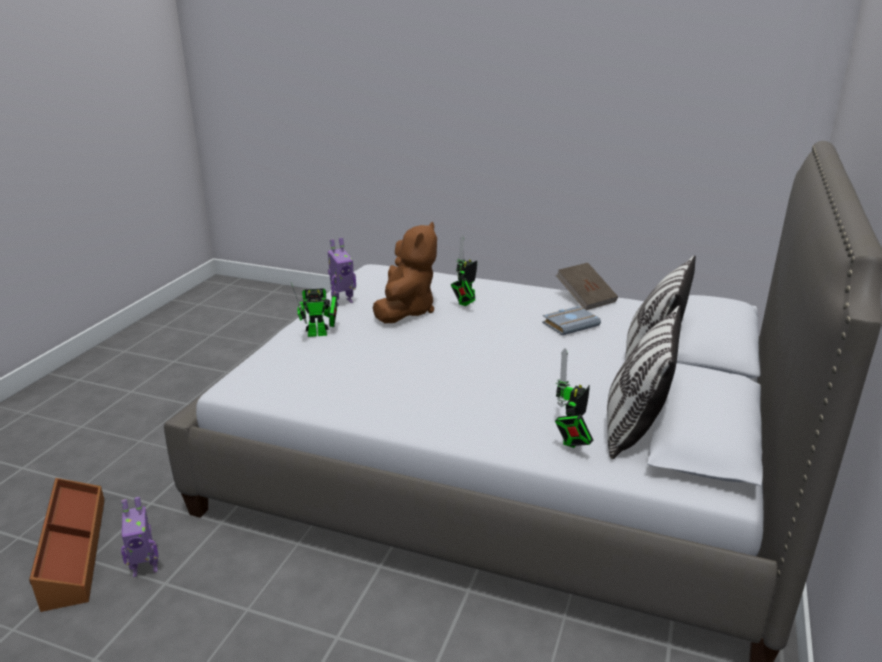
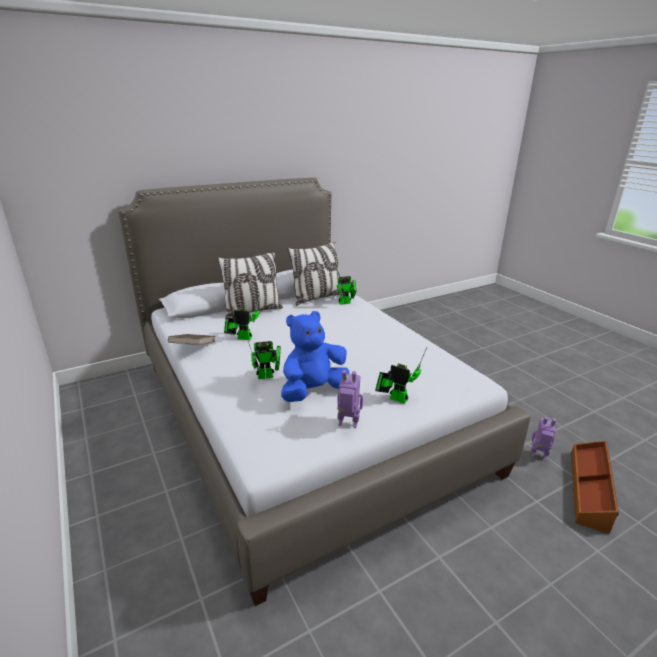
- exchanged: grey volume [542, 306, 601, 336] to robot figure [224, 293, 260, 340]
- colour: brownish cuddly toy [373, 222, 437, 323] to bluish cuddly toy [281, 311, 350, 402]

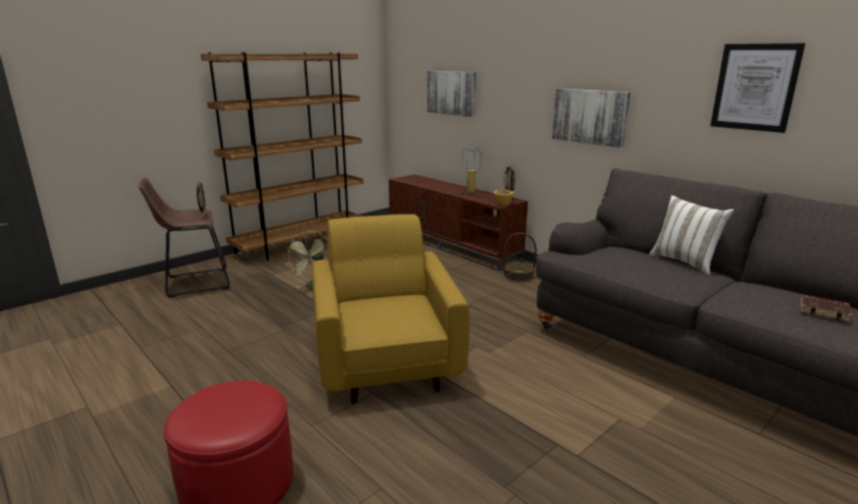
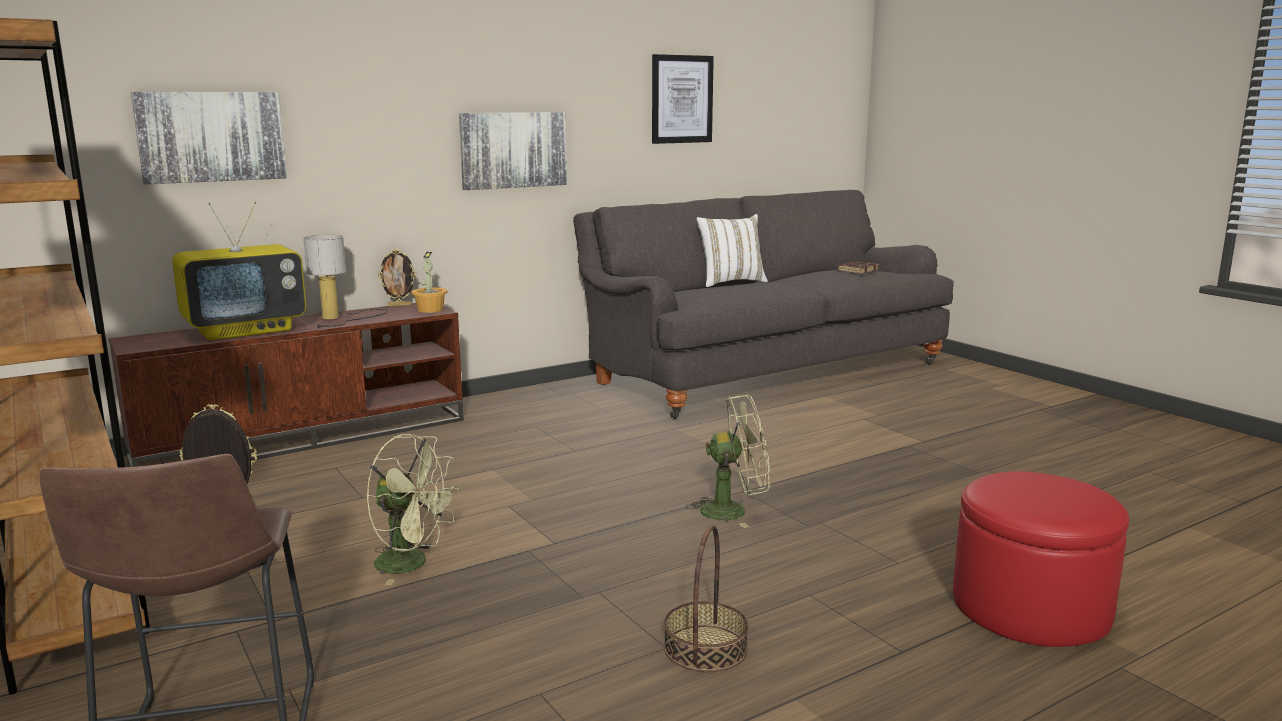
- appeared: television [172, 202, 306, 340]
- relocated: basket [504, 233, 537, 282] to [664, 525, 748, 672]
- exchanged: yellow armchair [312, 214, 470, 404] to green-coloured cooling fan [686, 395, 770, 528]

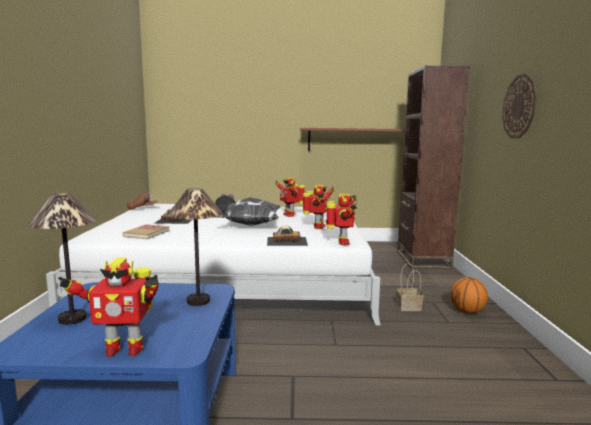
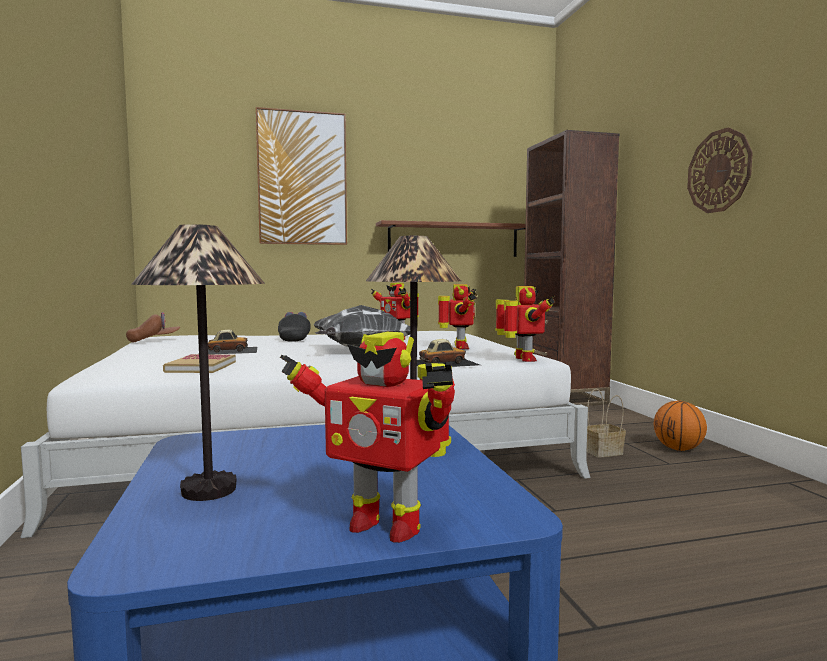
- appeared: picture [256, 107, 347, 245]
- spun: robot figure [58, 258, 159, 357] = [280, 332, 455, 543] 45 degrees clockwise

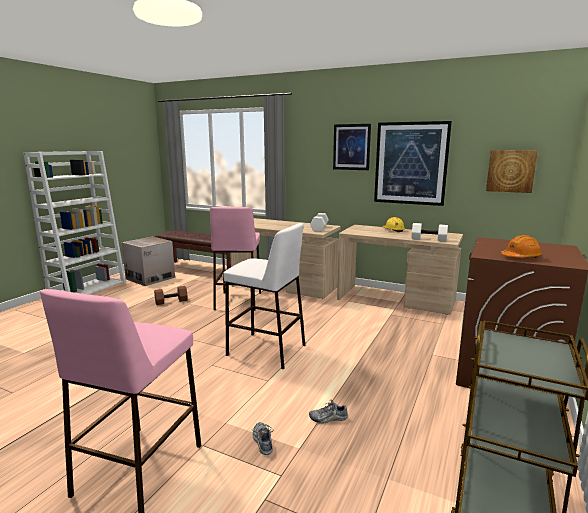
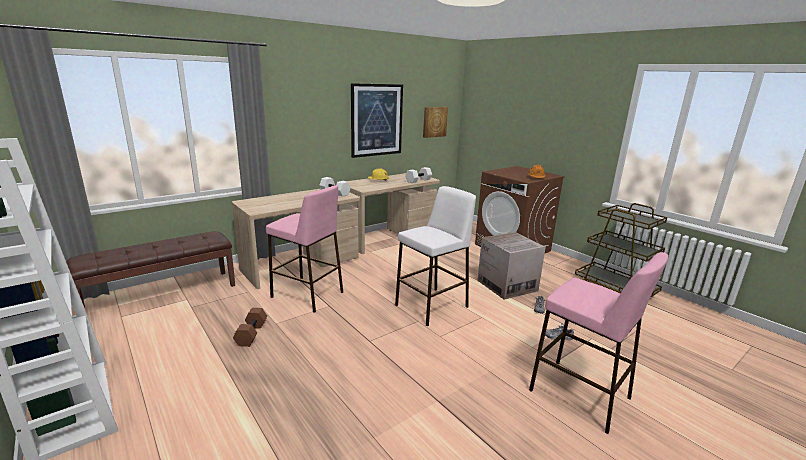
- missing: picture [333, 124, 371, 170]
- relocated: cardboard box [122, 237, 175, 286] to [477, 232, 546, 300]

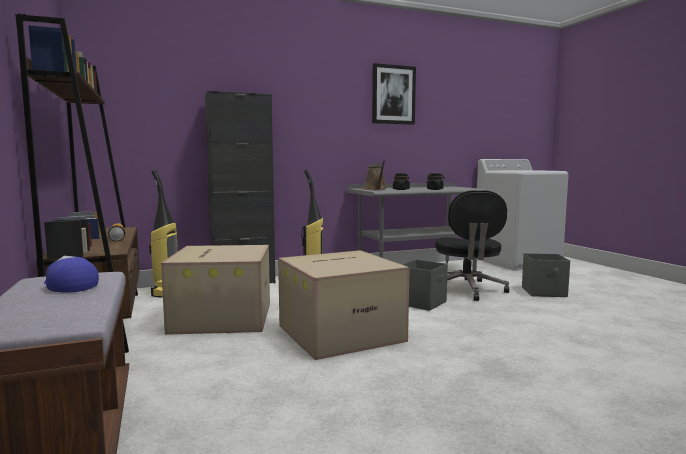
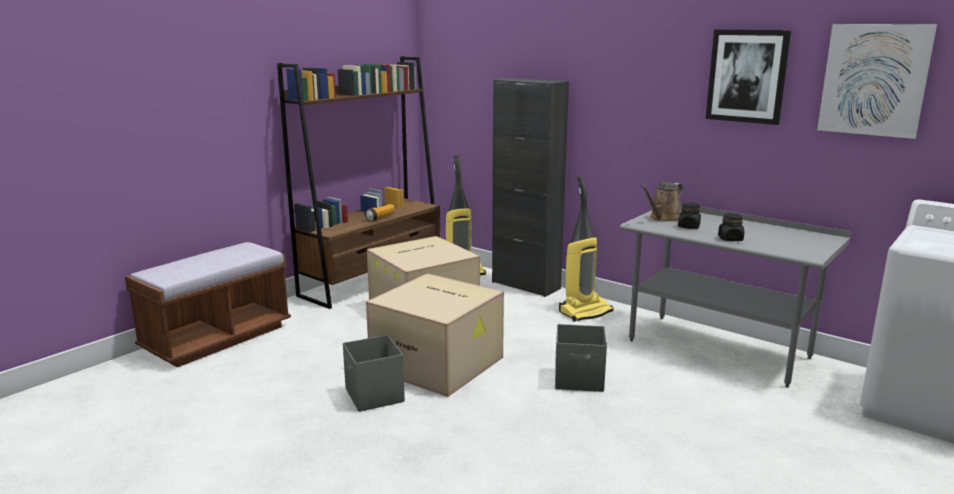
- missing: peaked cap [44, 256, 99, 293]
- missing: black computer chair [435, 190, 509, 301]
- appeared: picture [817, 24, 937, 139]
- relocated: grey storage box [522, 253, 570, 297] to [343, 335, 405, 412]

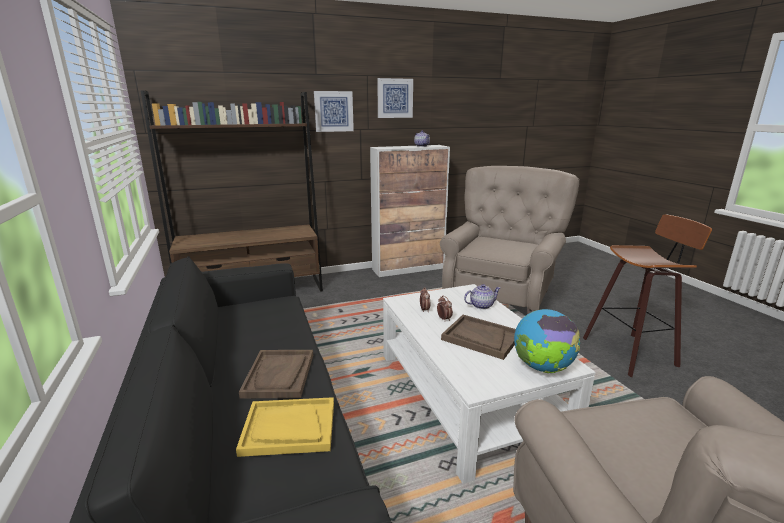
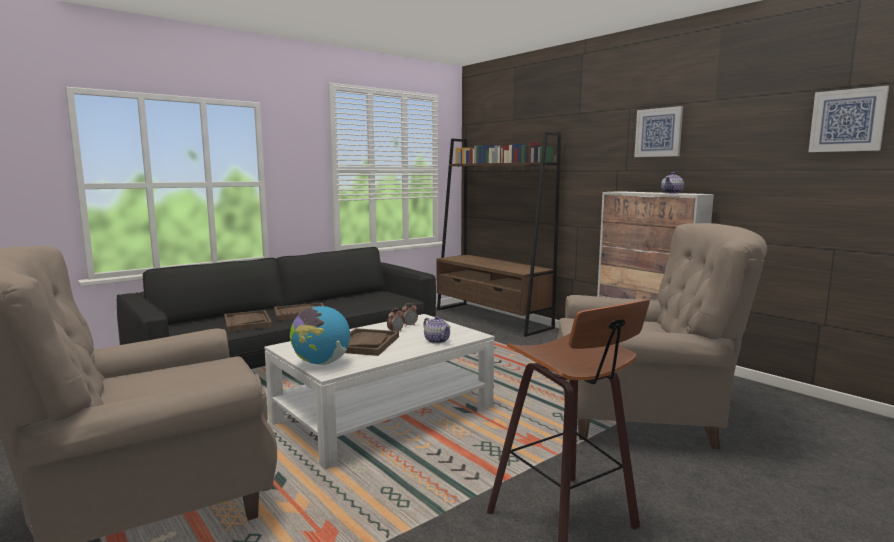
- relocated: picture [314, 91, 354, 132] to [808, 86, 889, 152]
- colour: yellow serving tray [236, 397, 334, 457] to brownish serving tray [224, 310, 272, 332]

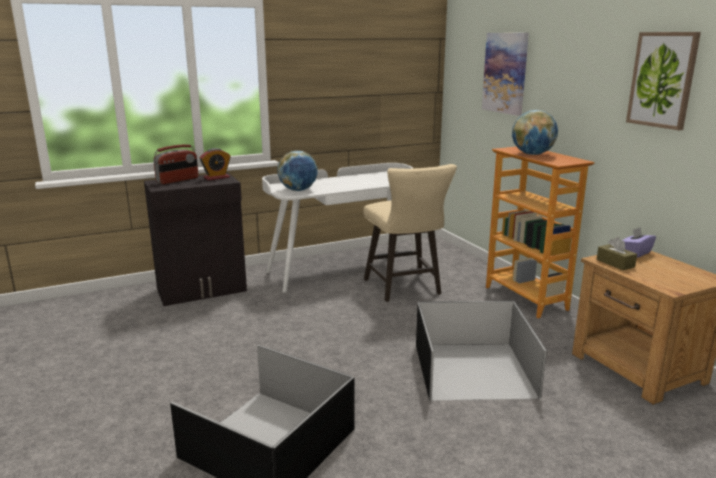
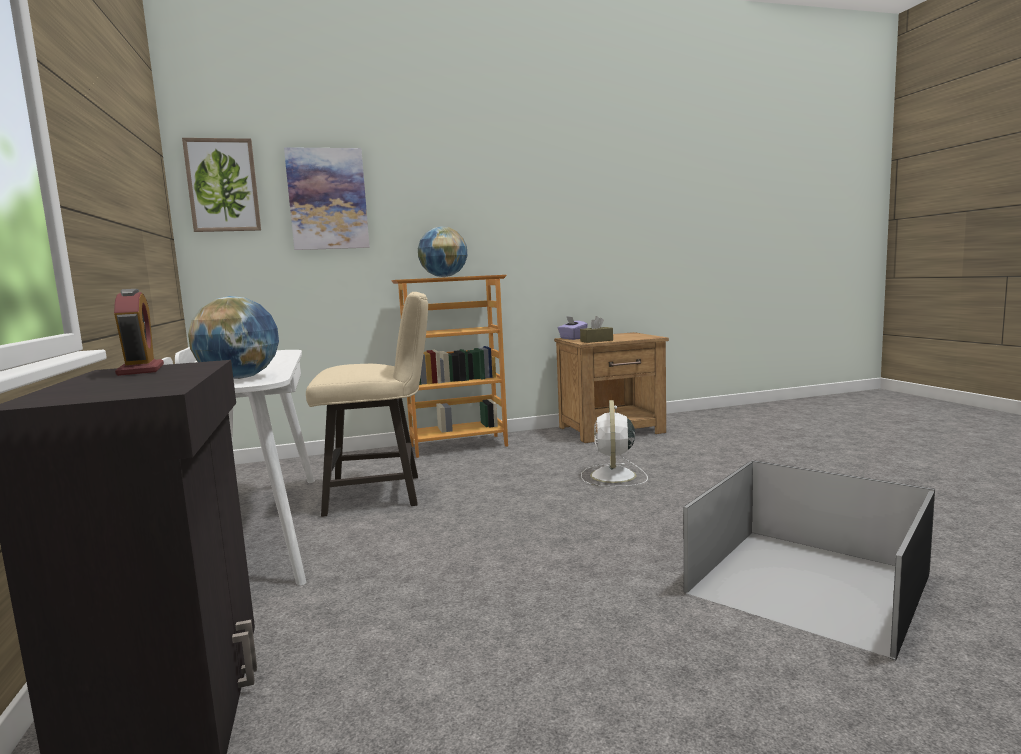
- missing: radio receiver [153, 144, 198, 184]
- relocated: picture [626, 32, 701, 130] to [182, 138, 261, 232]
- exchanged: black storage box [416, 301, 547, 400] to whitish cooling fan [581, 400, 648, 487]

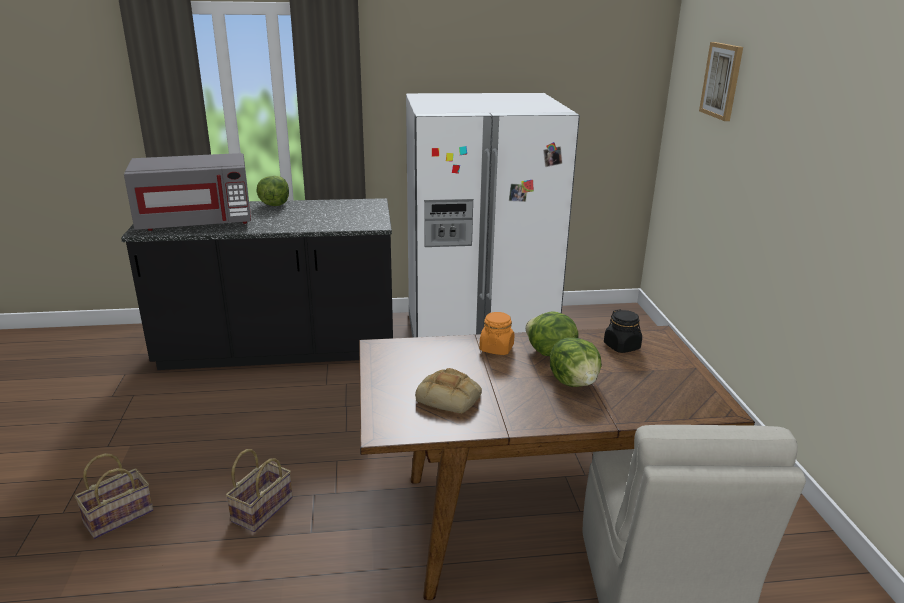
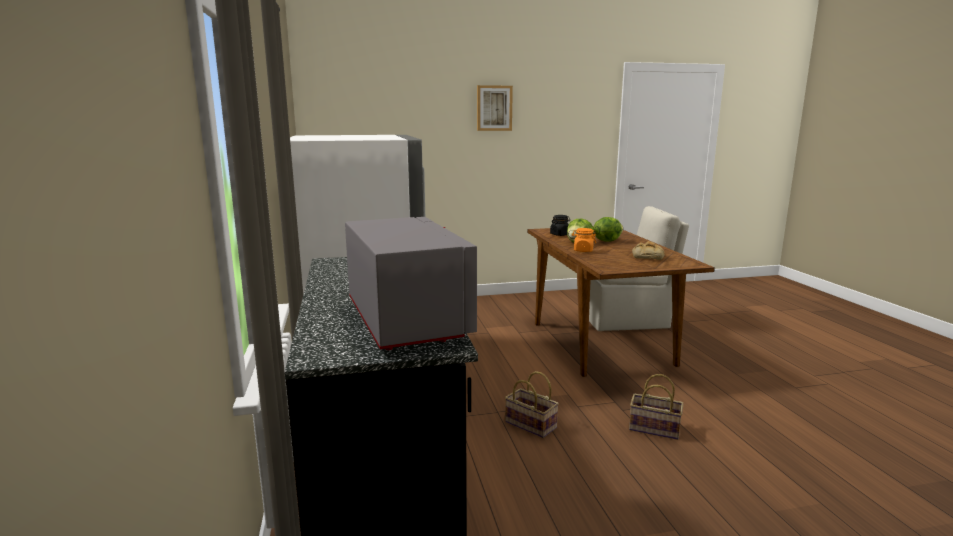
- missing: lettuce head [256, 176, 289, 206]
- relocated: basket [75, 453, 154, 539] to [505, 371, 559, 438]
- relocated: picture [699, 42, 743, 121] to [477, 85, 513, 131]

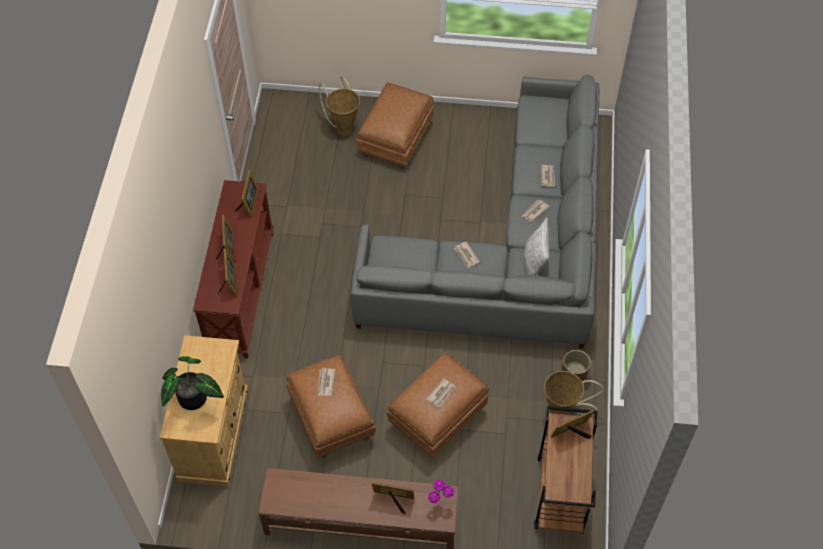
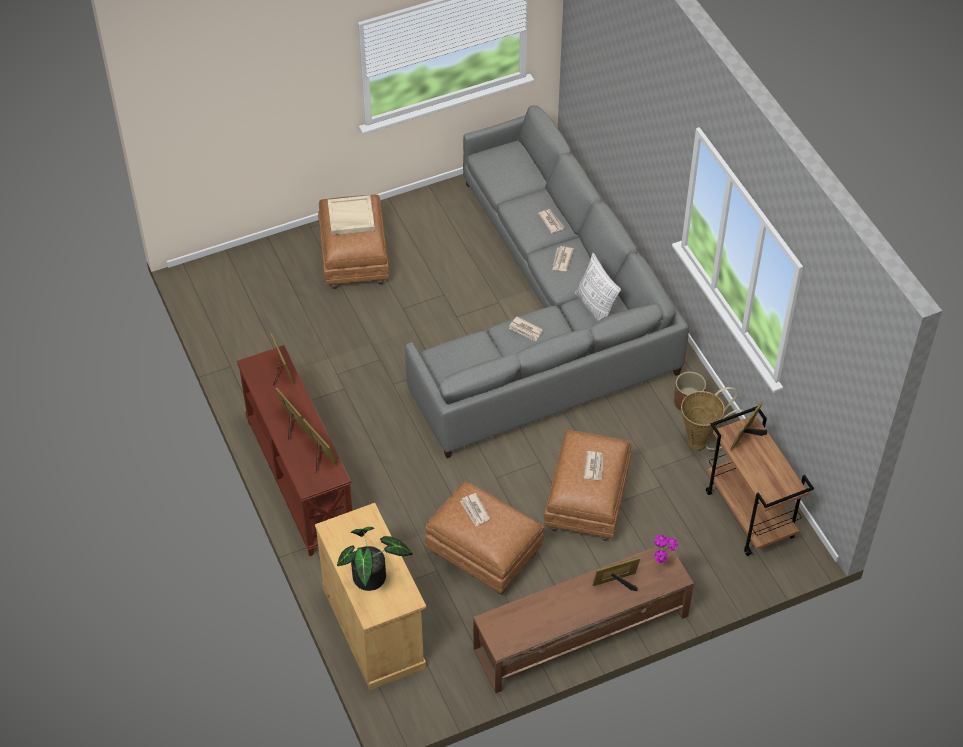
- missing: basket [319, 76, 360, 136]
- appeared: sand-coloured serving tray [328, 195, 375, 235]

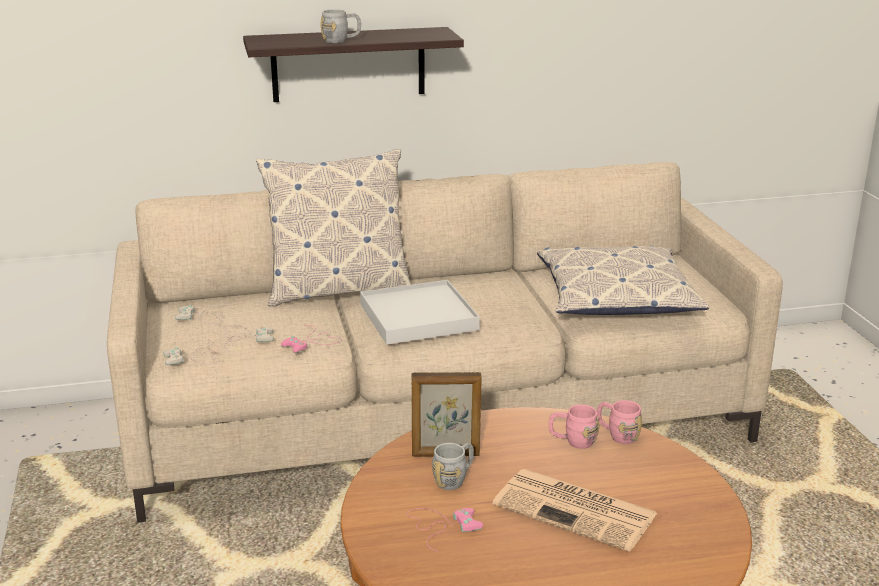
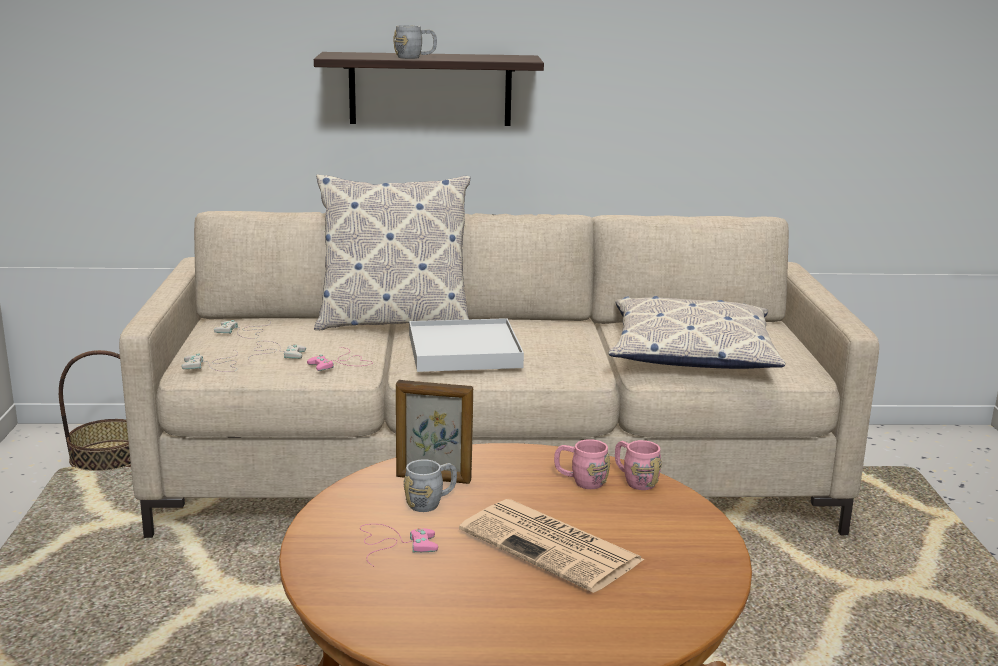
- appeared: basket [59, 350, 131, 471]

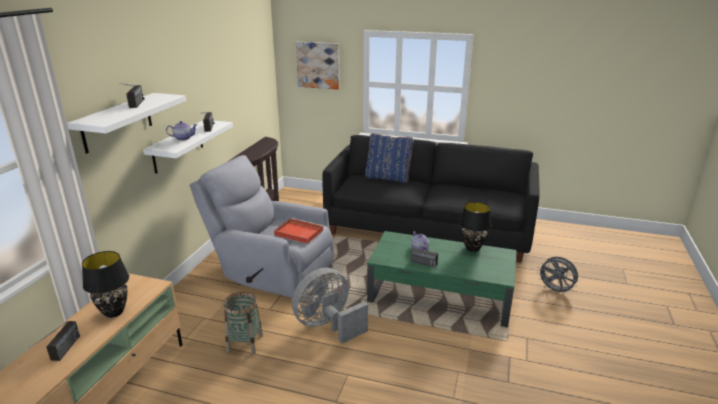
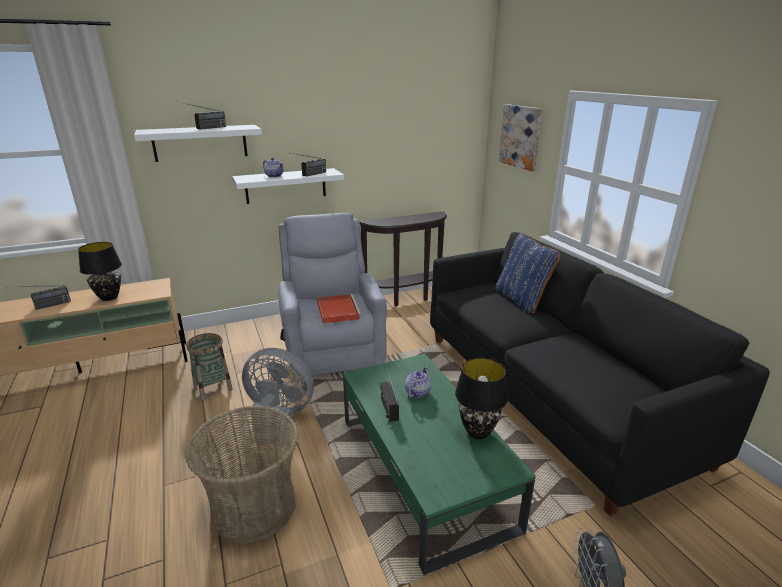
- appeared: basket [185, 406, 299, 544]

